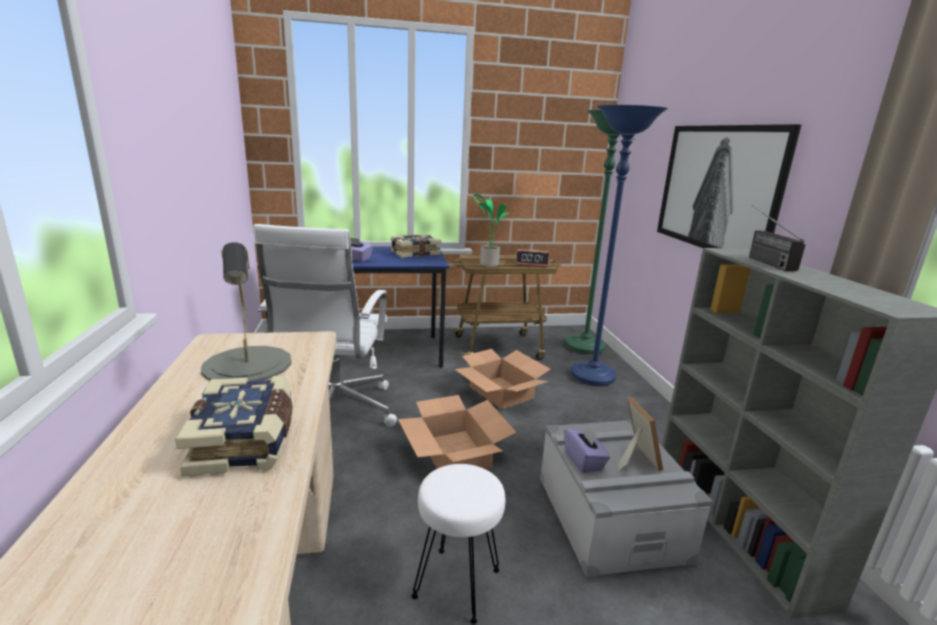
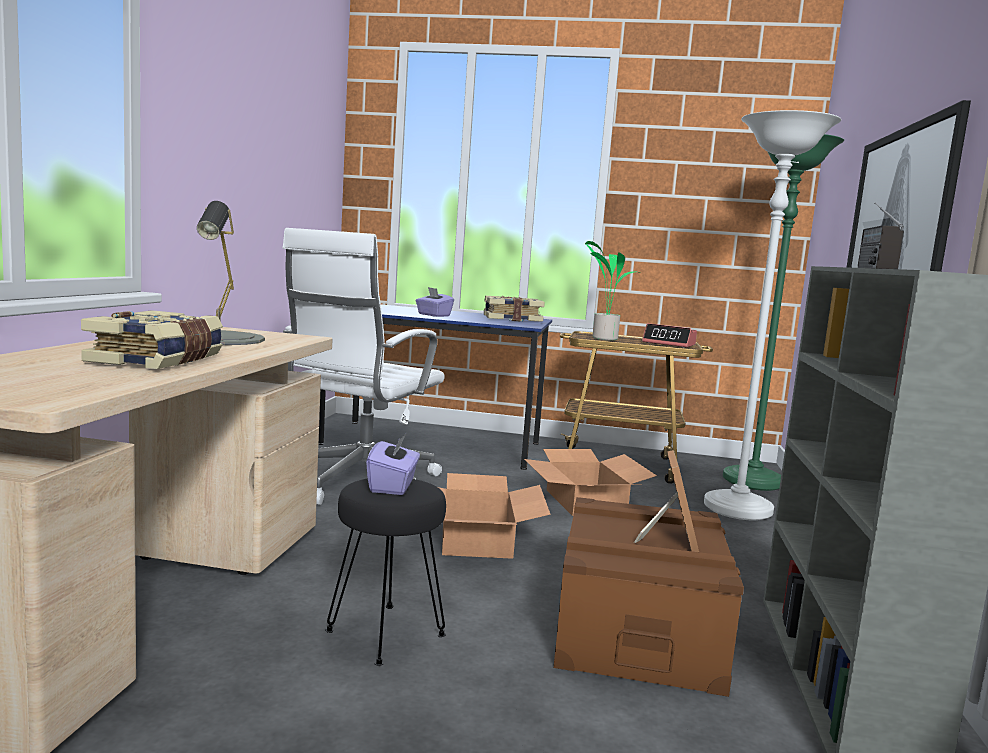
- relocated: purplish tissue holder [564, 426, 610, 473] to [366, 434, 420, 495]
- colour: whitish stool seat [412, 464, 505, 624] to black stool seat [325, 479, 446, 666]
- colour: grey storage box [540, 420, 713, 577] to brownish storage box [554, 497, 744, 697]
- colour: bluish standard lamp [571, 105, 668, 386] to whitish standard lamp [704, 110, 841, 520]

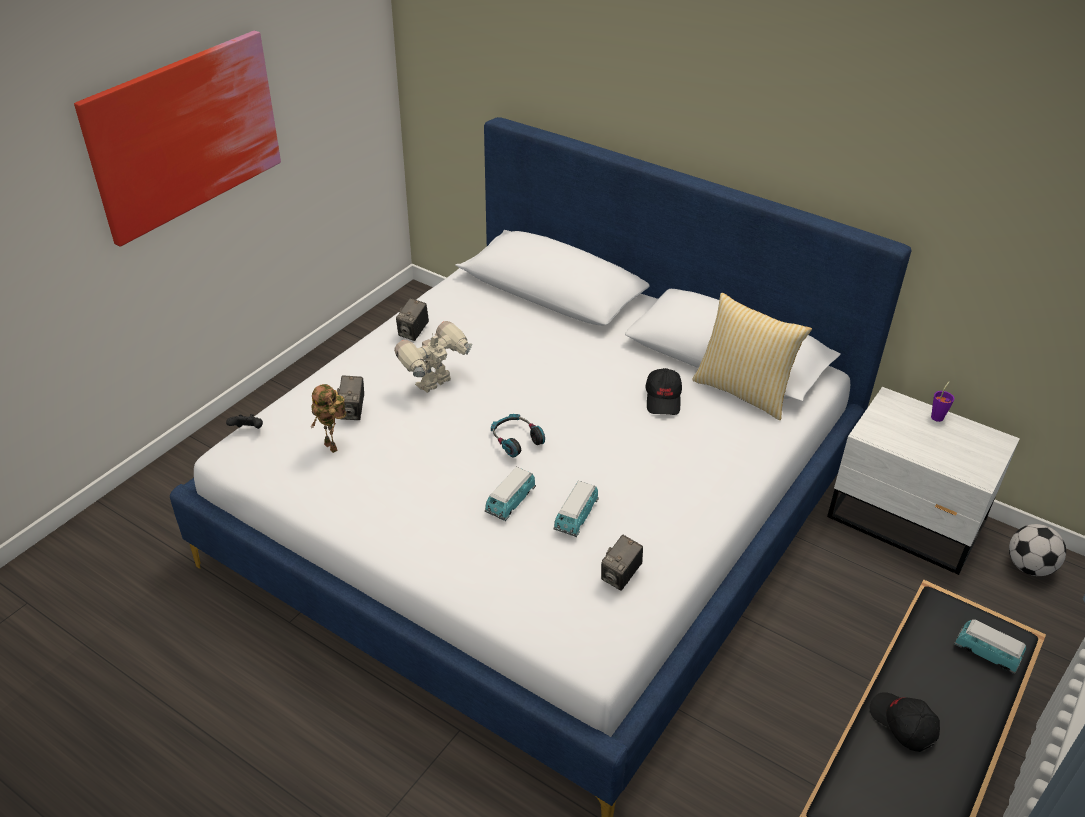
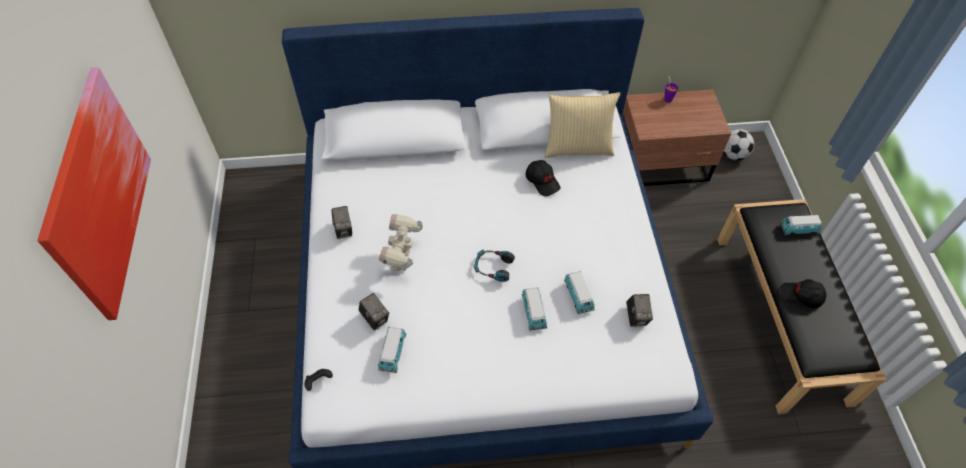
- exchanged: robot figure [311, 384, 346, 453] to model car [378, 327, 406, 373]
- colour: whitish bedside table [827, 387, 1020, 575] to brownish bedside table [622, 89, 731, 186]

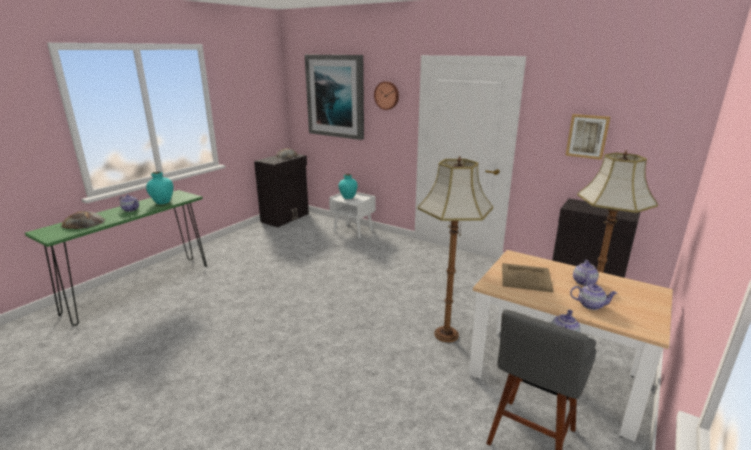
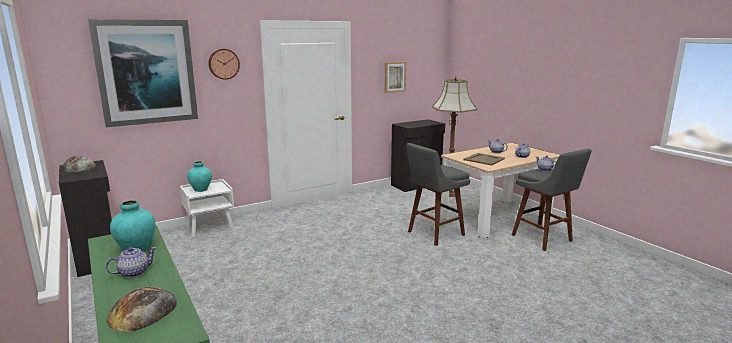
- exchanged: standard lamp [417, 156, 493, 342] to grey stool seat [406, 143, 470, 246]

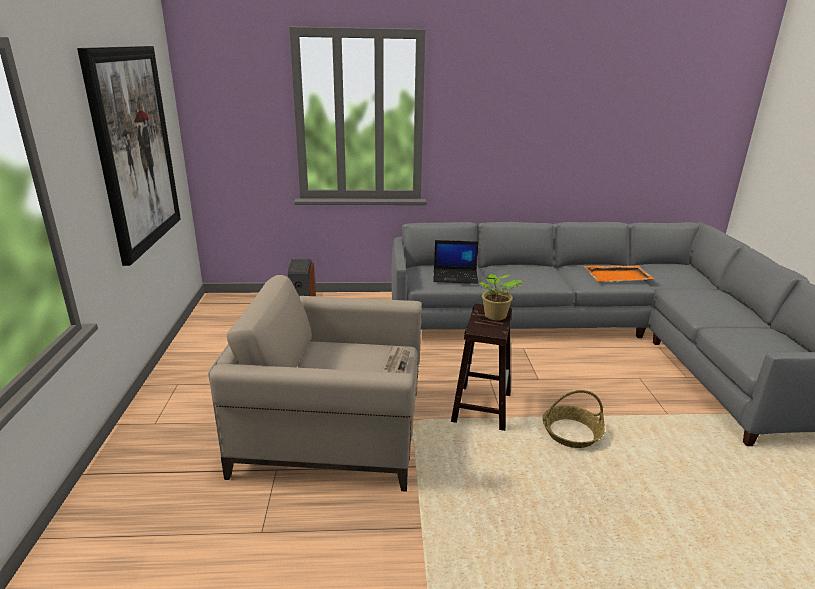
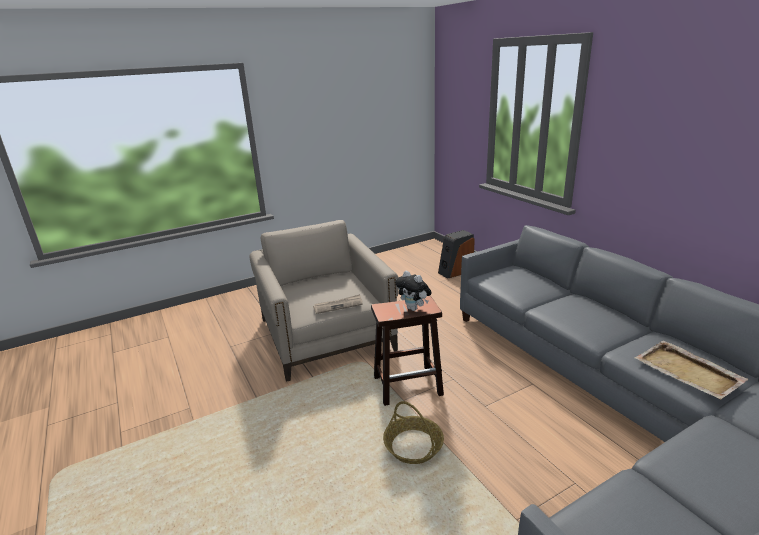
- missing: picture [77, 46, 181, 266]
- missing: laptop [433, 240, 479, 284]
- exchanged: plant in a pot [479, 274, 522, 321] to cuddly toy [395, 271, 432, 311]
- colour: orange-coloured serving tray [584, 265, 654, 282] to sand-coloured serving tray [634, 341, 748, 399]

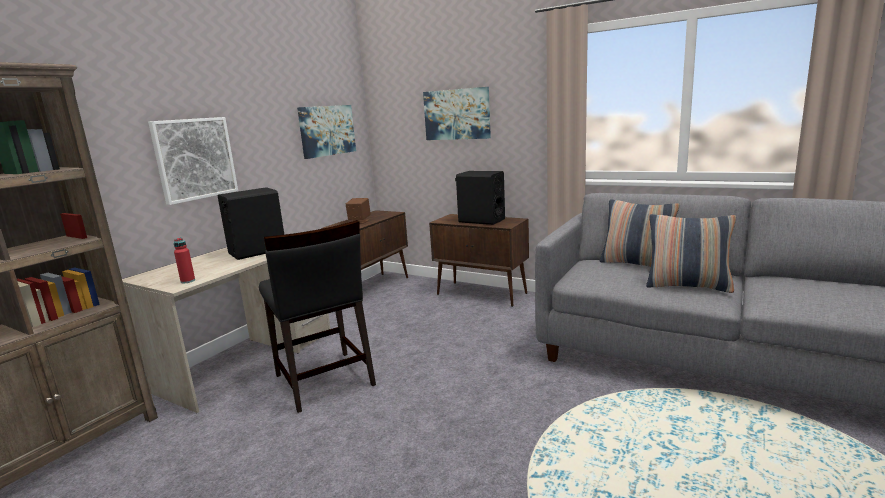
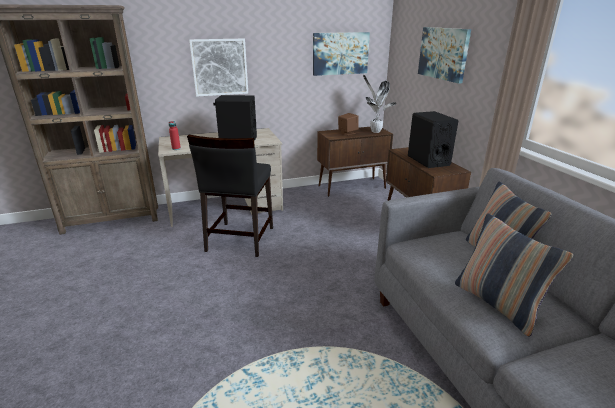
- appeared: plant in a pot [363, 75, 396, 133]

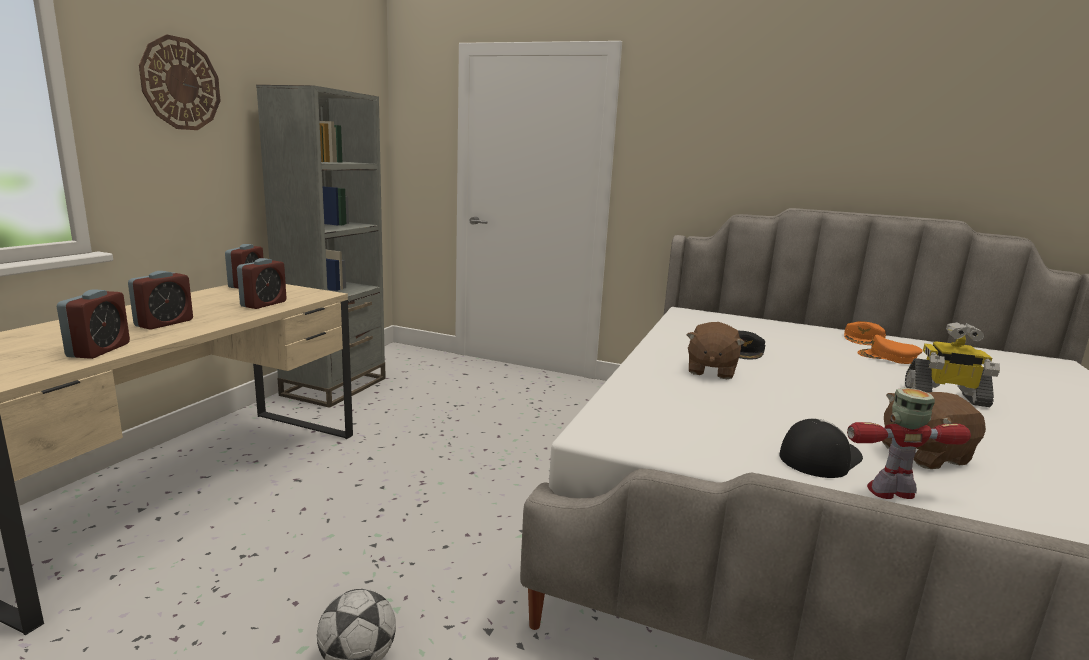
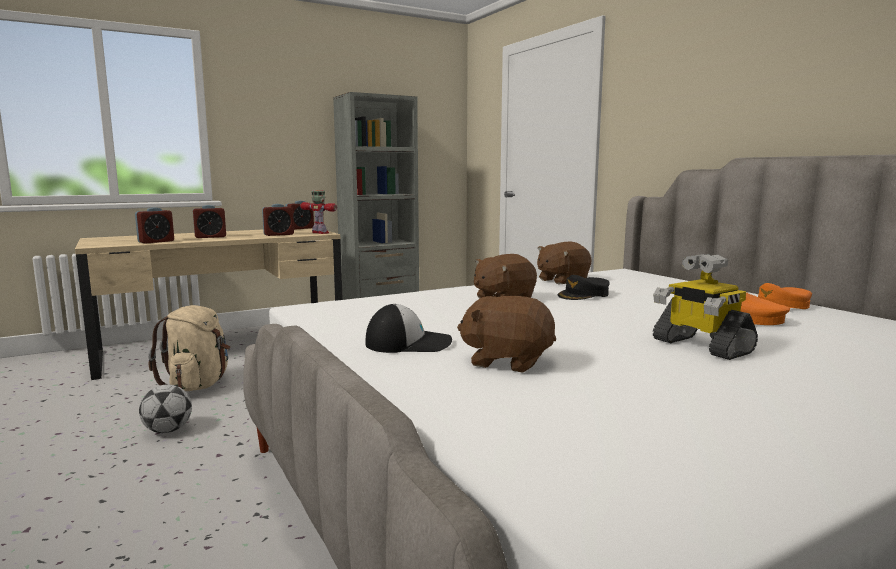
- missing: hanging clock [139, 35, 221, 130]
- appeared: sand-coloured knapsack [148, 305, 230, 391]
- appeared: brownish cuddly toy [537, 242, 592, 285]
- relocated: robot figure [847, 388, 971, 499] to [300, 190, 337, 234]

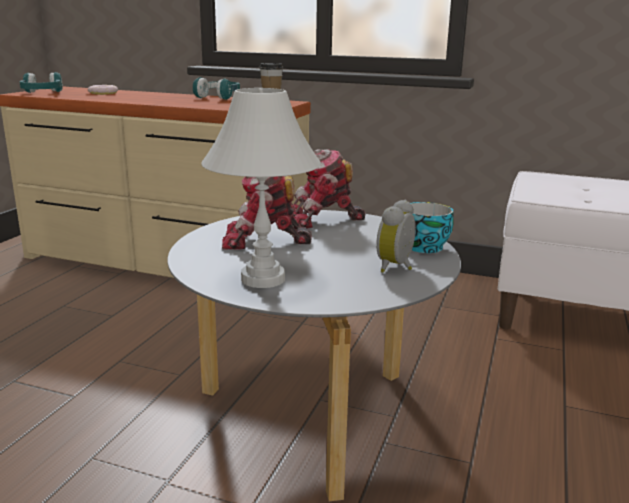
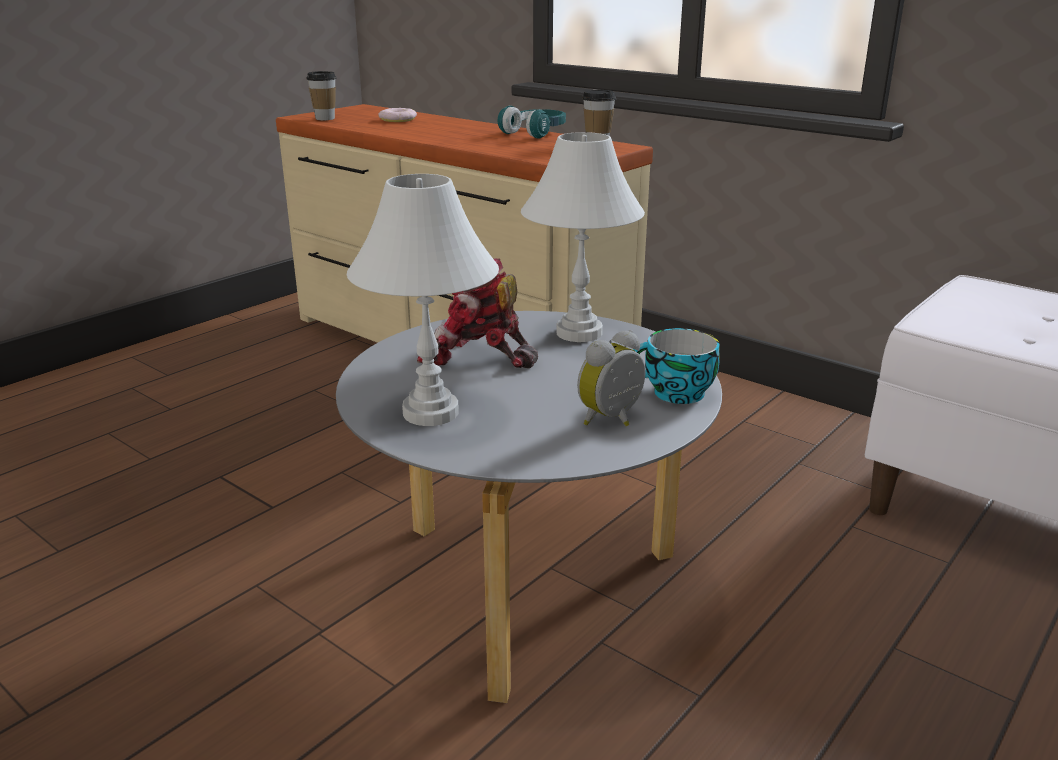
- exchanged: turquoise-coloured headset [19, 72, 63, 93] to cup [306, 71, 337, 120]
- exchanged: robot figure [293, 149, 366, 228] to whitish table lamp [521, 132, 645, 342]

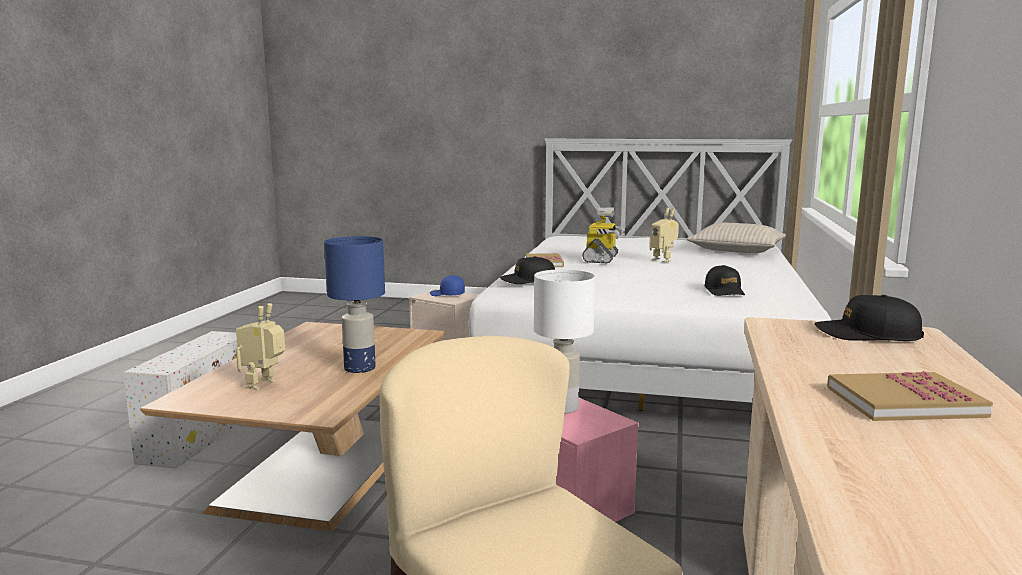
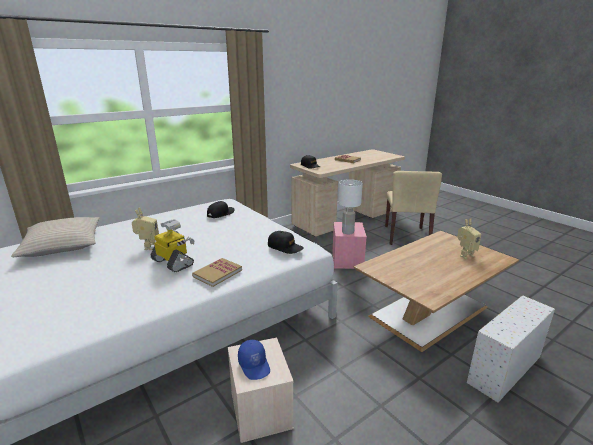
- missing: bluish table lamp [324, 236, 385, 373]
- spun: robot figure [582, 207, 624, 264] = [151, 219, 195, 272] 75 degrees clockwise

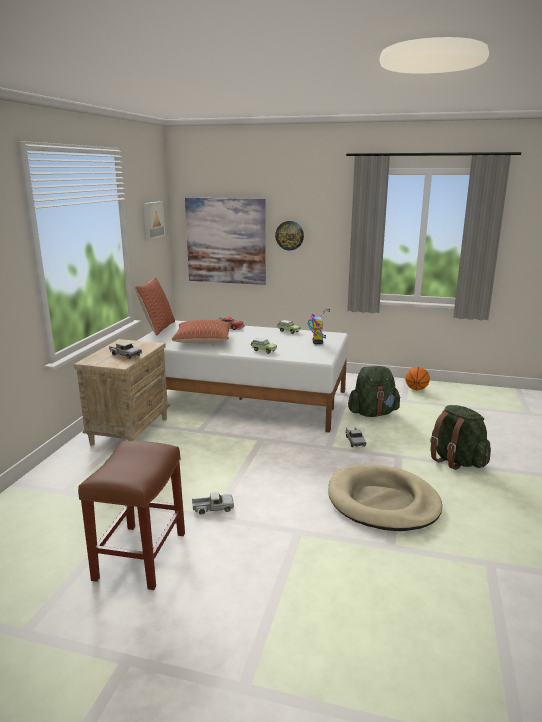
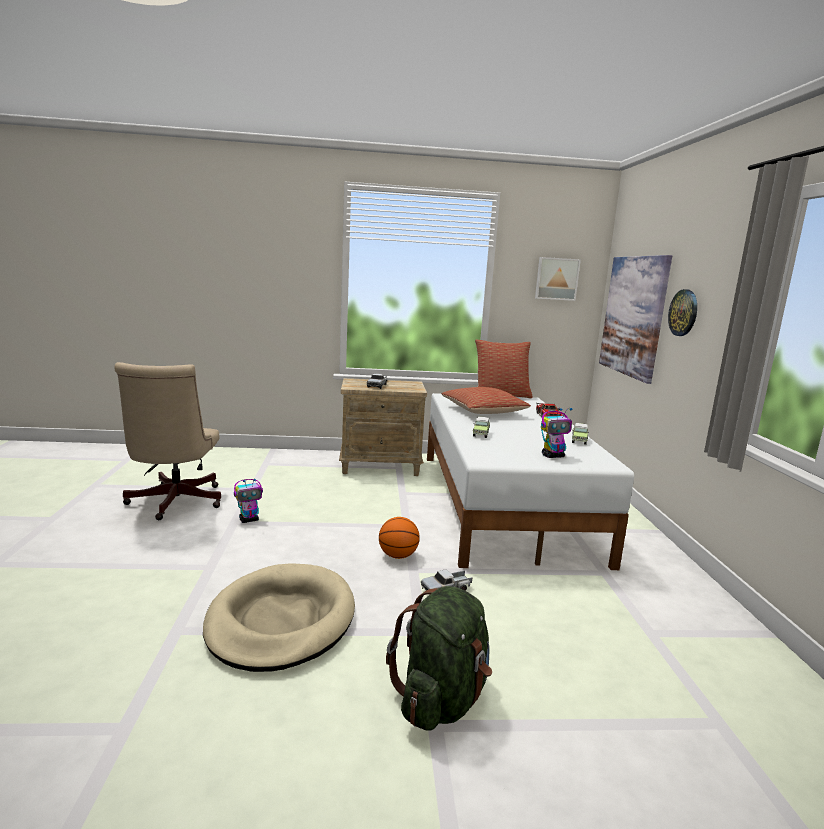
- missing: green-coloured knapsack [348, 366, 401, 417]
- relocated: basketball ball [405, 367, 430, 390] to [379, 517, 420, 559]
- exchanged: brownish stool seat [78, 441, 185, 590] to sand-coloured computer chair [114, 362, 221, 520]
- exchanged: toy truck [192, 492, 234, 514] to robot figure [234, 478, 263, 523]

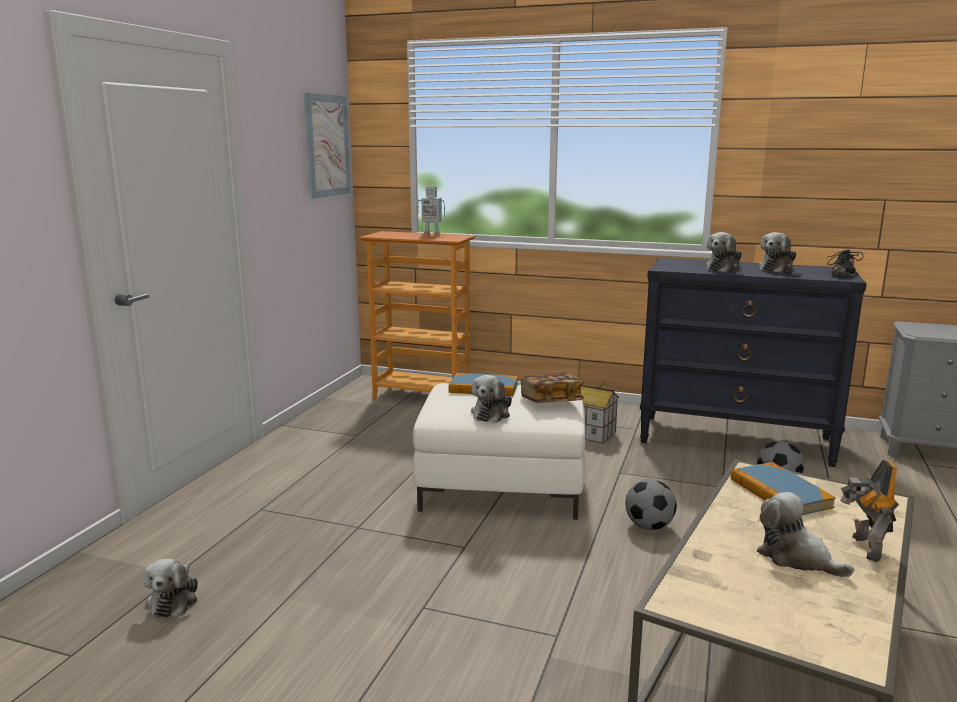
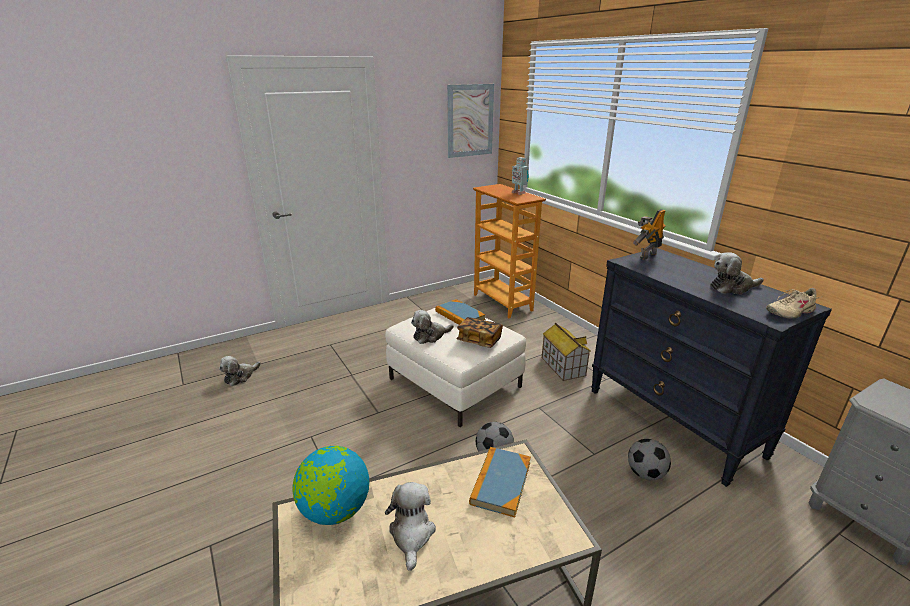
- missing: cuddly toy [706, 232, 742, 272]
- appeared: desk globe [293, 446, 369, 525]
- relocated: robot figure [840, 460, 899, 562] to [633, 209, 666, 259]
- colour: black item of footwear [826, 249, 863, 276] to sand-coloured item of footwear [766, 288, 823, 319]

